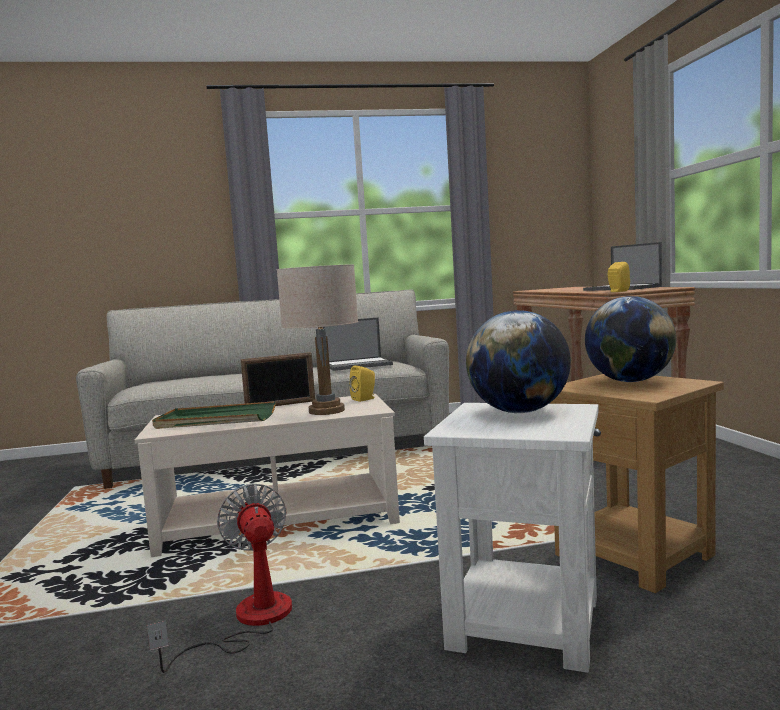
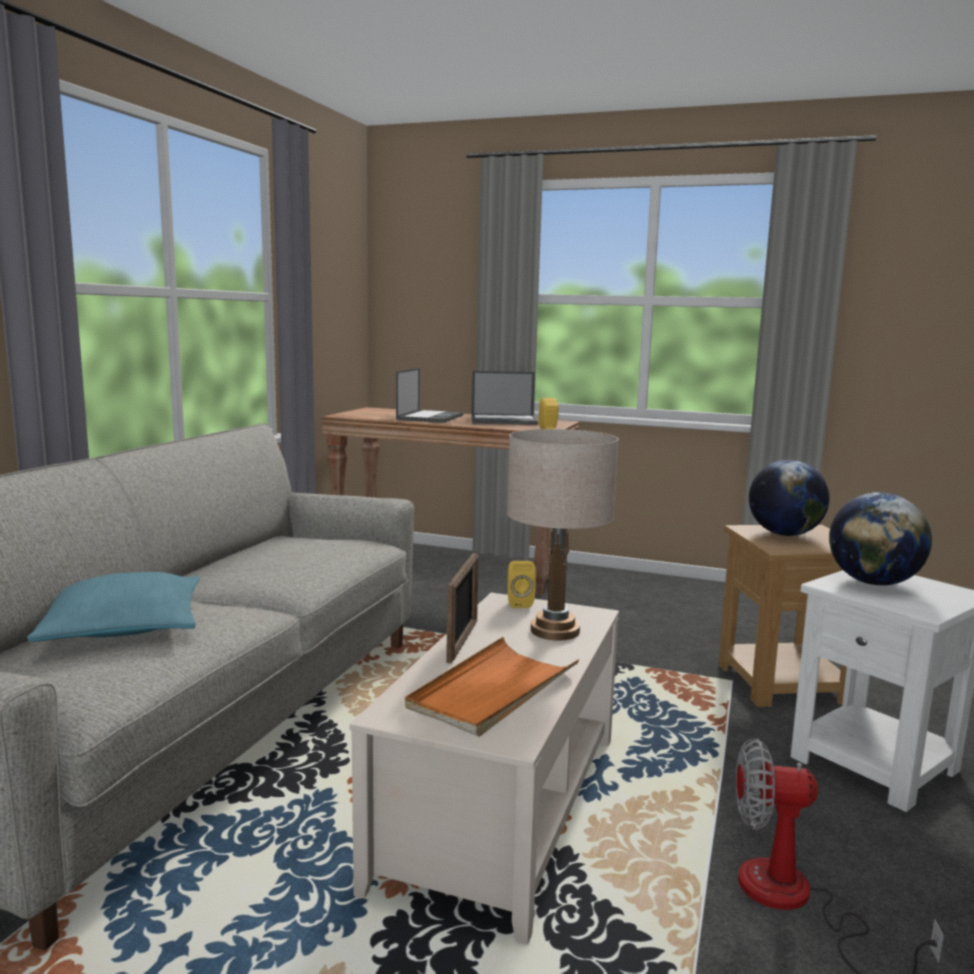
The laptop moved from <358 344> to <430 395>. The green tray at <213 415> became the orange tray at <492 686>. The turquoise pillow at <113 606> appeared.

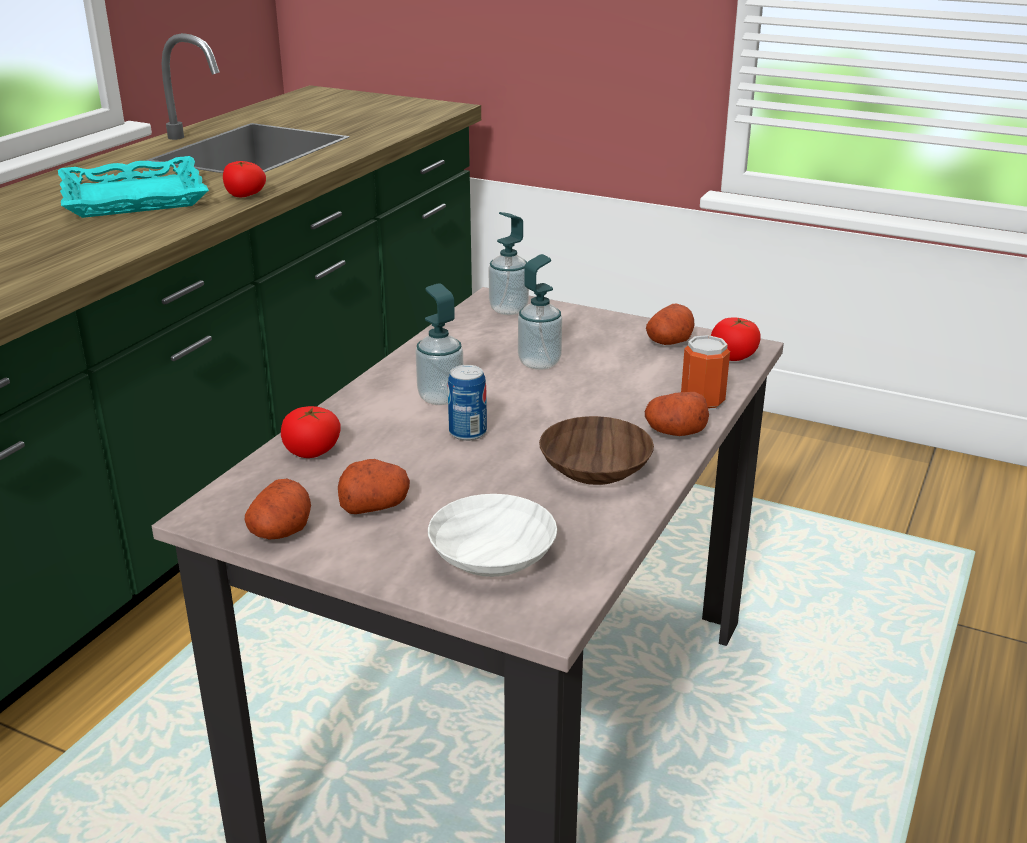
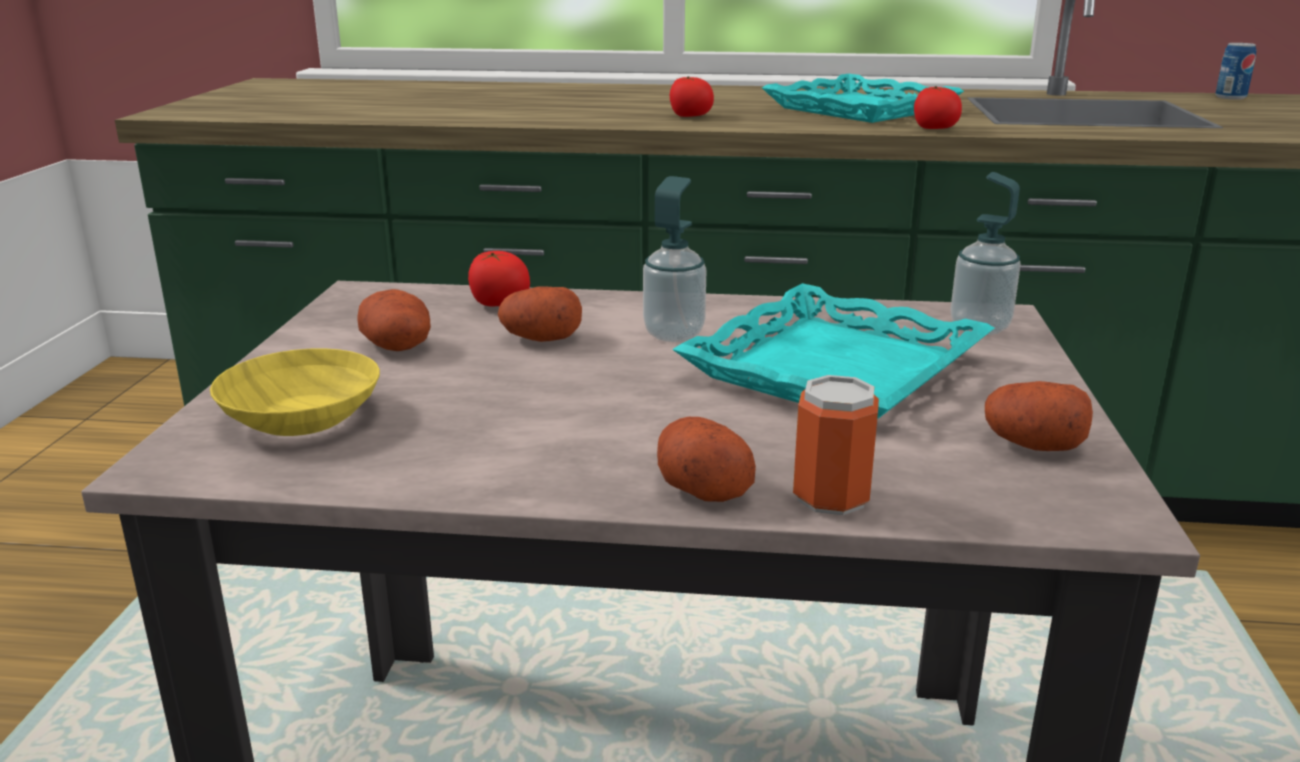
The soap dispenser at <540 312> was replaced by the turquoise tray at <833 351>. The tomato moved from <736 339> to <692 96>. The can moved from <467 403> to <1235 71>. The brown bowl at <596 450> disappeared. The potato moved from <278 509> to <540 314>. The white bowl at <492 535> became the yellow bowl at <295 392>.

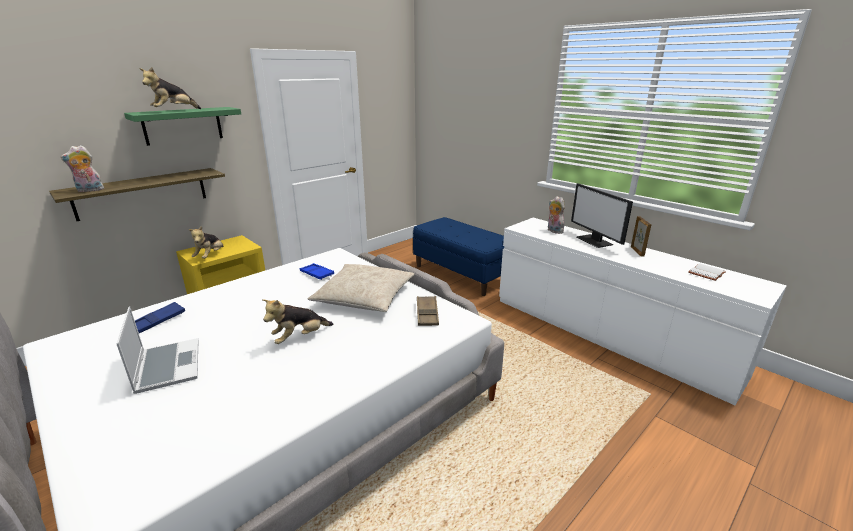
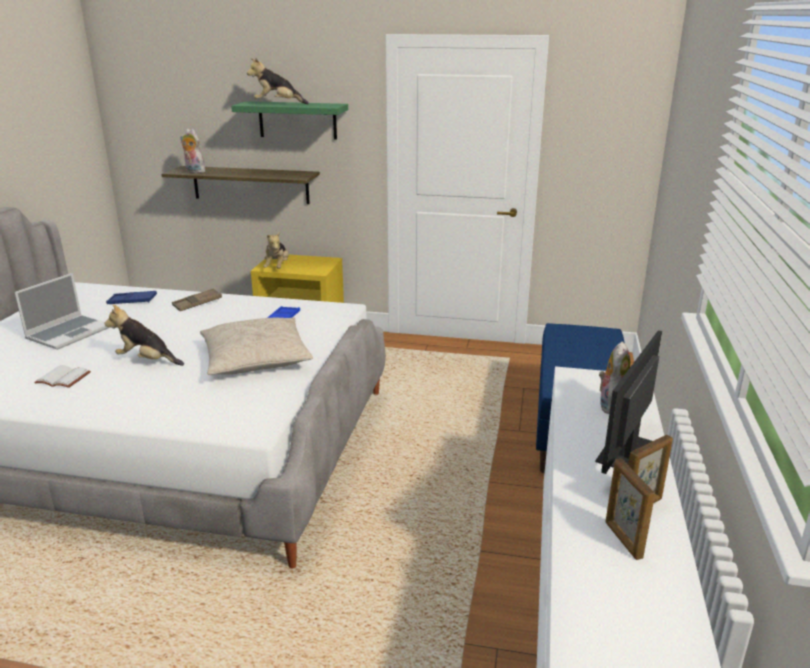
The plush toy at <206 242> turned 60 degrees counterclockwise. The white book moved from <707 272> to <62 376>. The brown tray moved from <428 311> to <197 299>. The picture frame at <630 509> appeared.

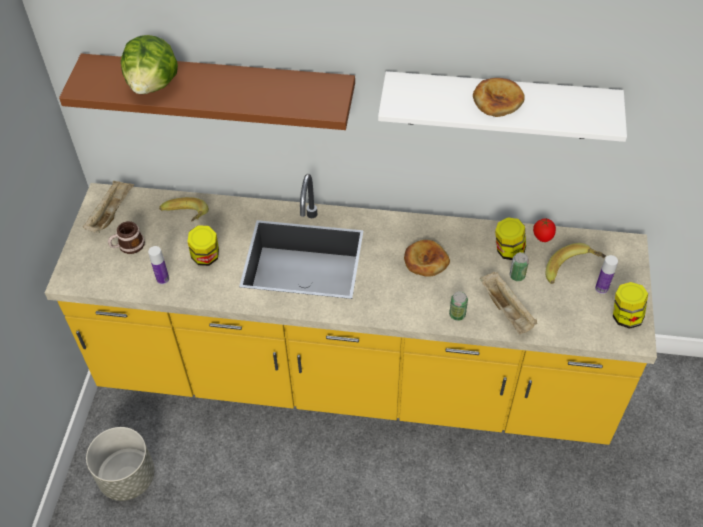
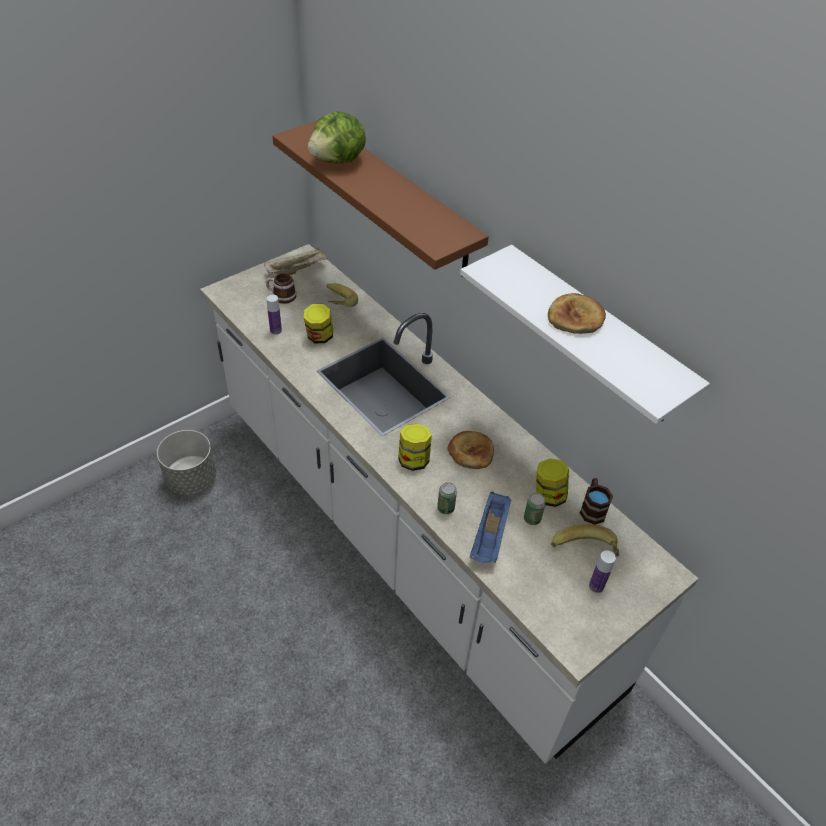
The yellow counter at <351 309> became the white counter at <449 504>. The tomato at <544 230> was replaced by the brown mug at <596 501>. The beige tray at <508 303> became the blue tray at <490 527>. The jar moved from <630 305> to <415 447>.

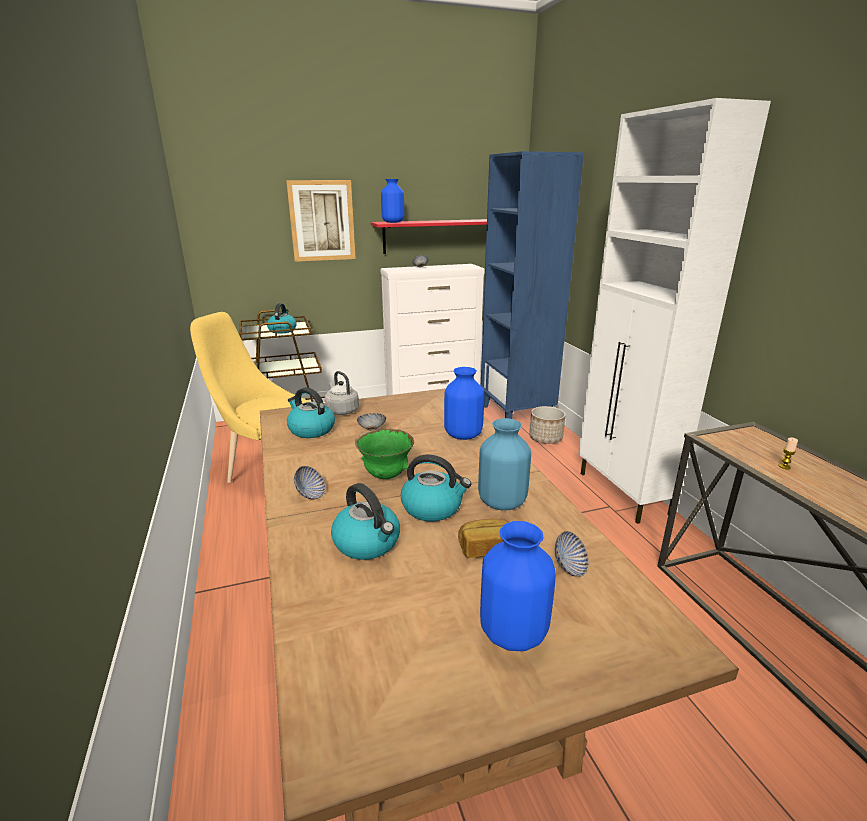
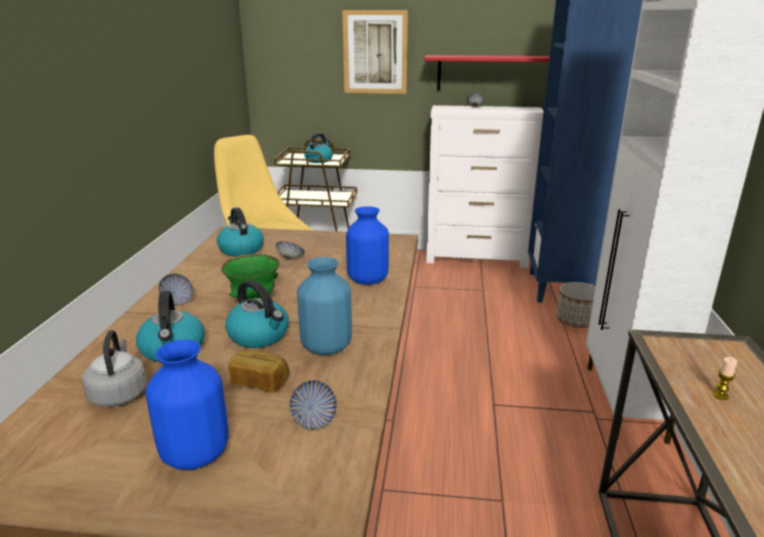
The blue vase at <392 201> disappeared. The grey kettle moved from <342 393> to <114 368>.

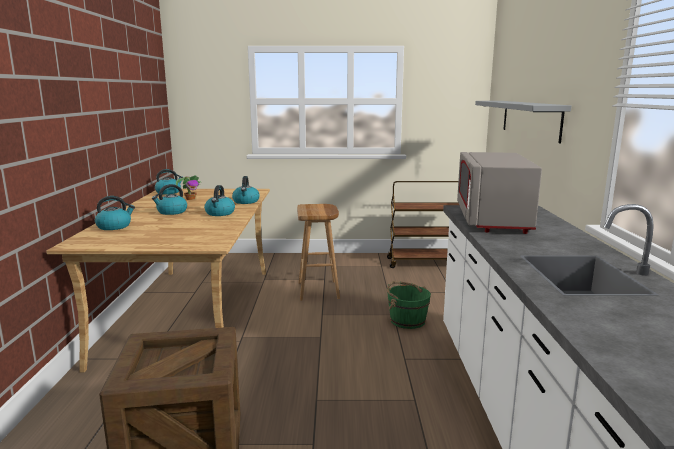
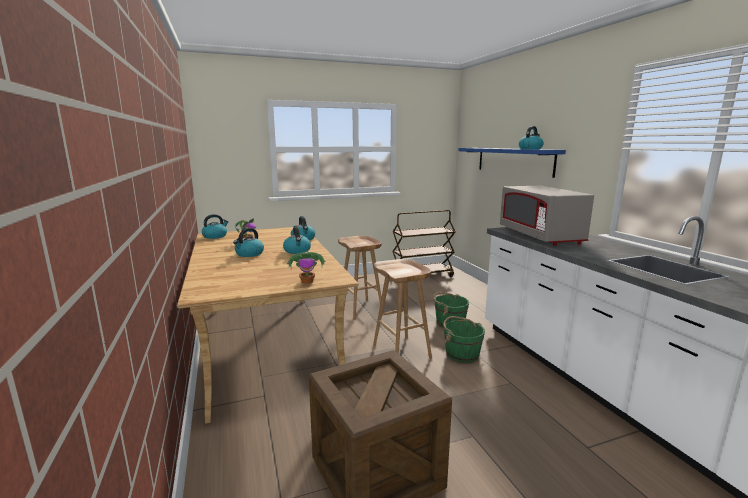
The grey shelf at <523 122> became the blue shelf at <512 163>. The kettle moved from <115 213> to <531 137>. The potted plant at <306 268> appeared. The brown stool at <402 309> appeared. The green bucket at <464 339> appeared.

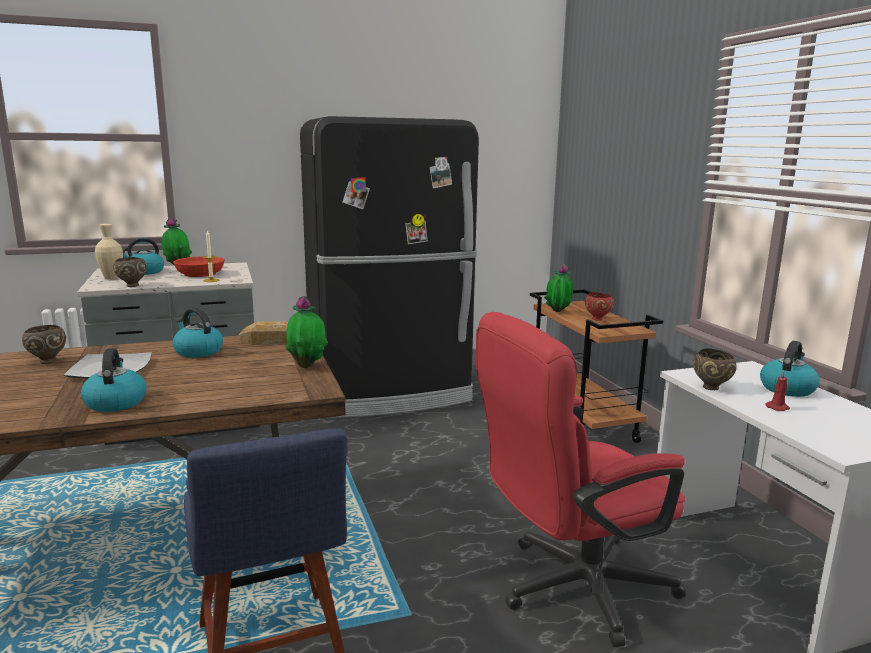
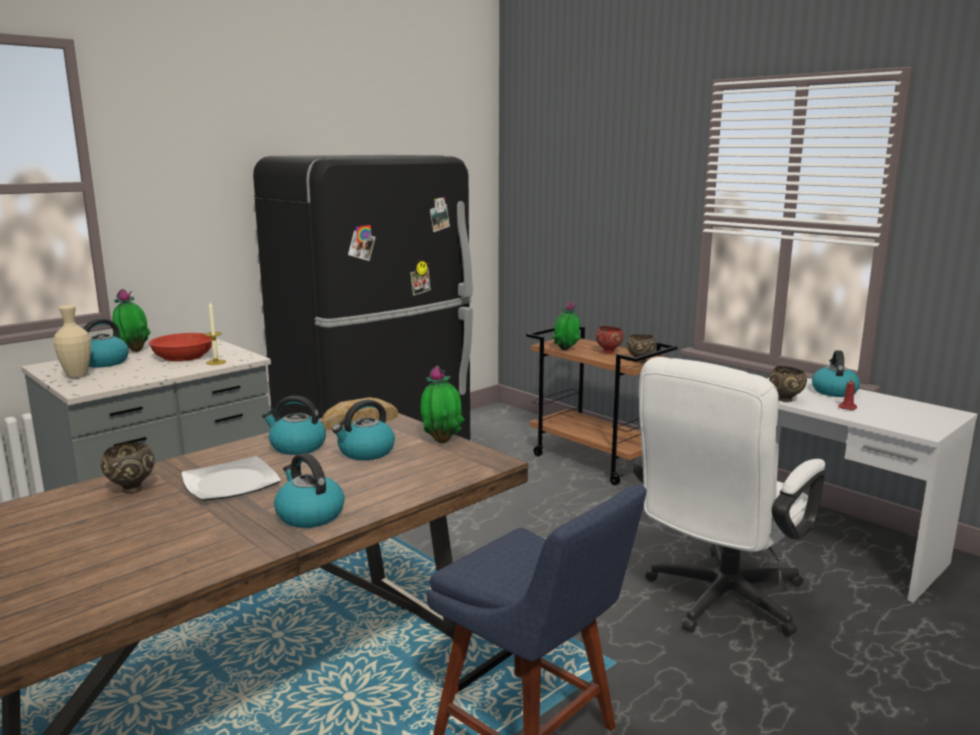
The brown bowl moved from <130 272> to <641 348>. The red office chair at <581 479> became the white office chair at <729 496>. The kettle at <363 430> appeared.

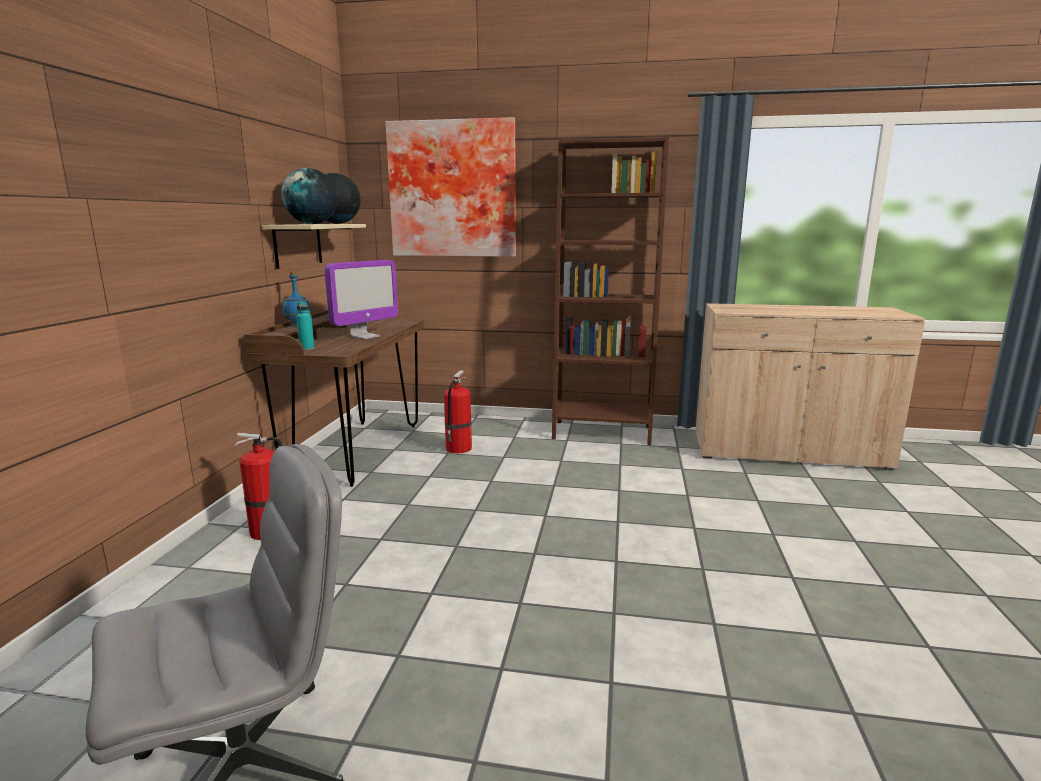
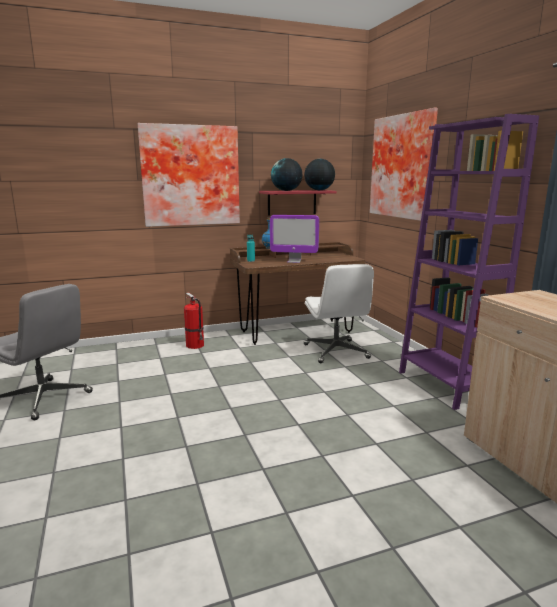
The brown bookcase at <610 290> became the purple bookcase at <469 262>. The beige shelf at <314 246> became the red shelf at <297 203>. The fire extinguisher at <458 411> was replaced by the white office chair at <339 313>. The picture at <188 175> appeared.

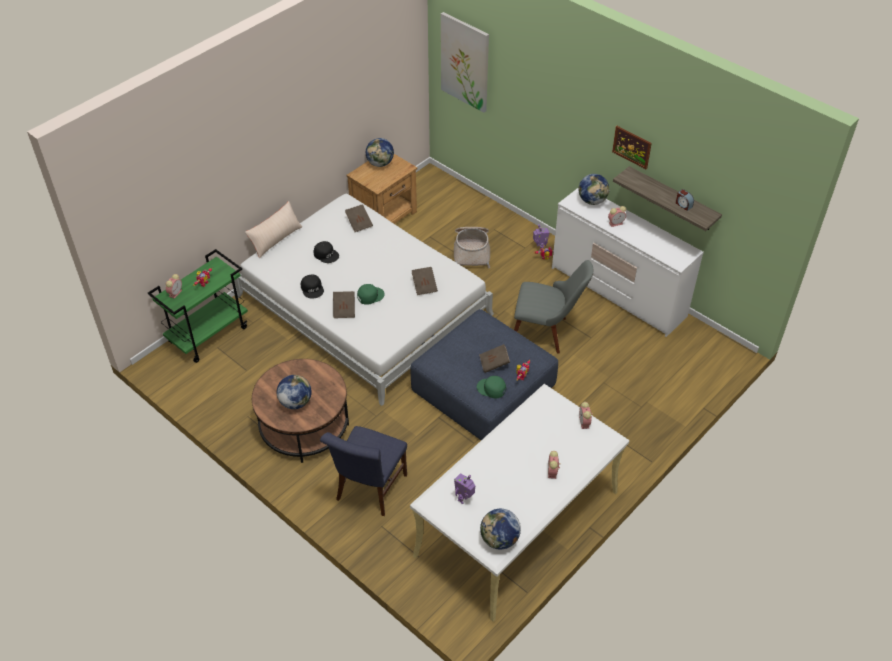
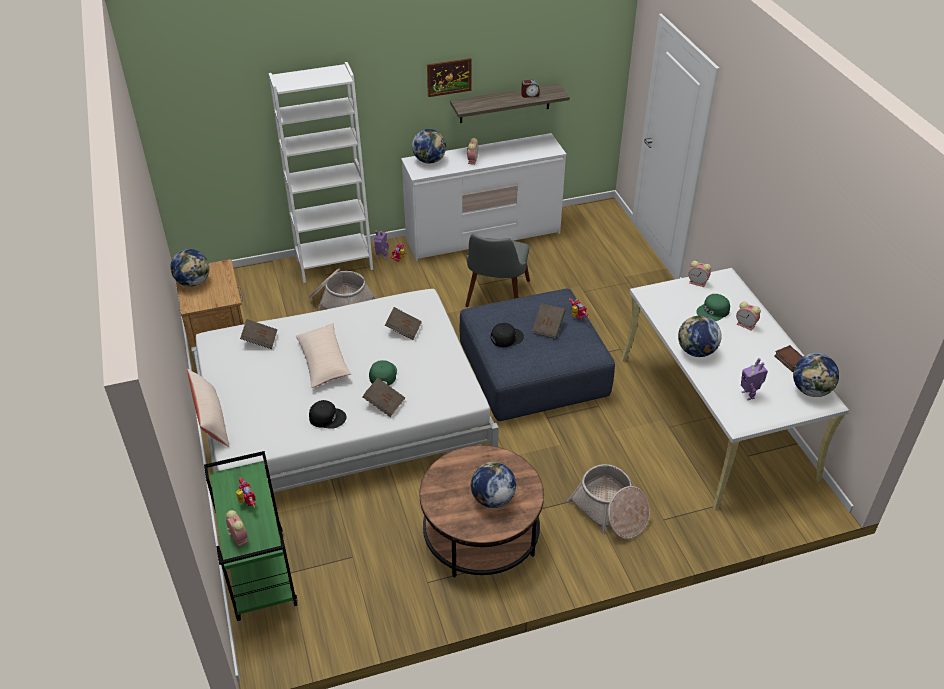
The picture at <465 62> disappeared. The black cap moved from <326 252> to <507 335>. The grey chair at <553 307> turned 150 degrees clockwise. The green cap moved from <491 387> to <713 307>. The blue chair at <363 471> was replaced by the basket at <608 501>. The white bookcase at <321 172> appeared. The globe at <700 336> appeared. The beige pillow at <323 355> appeared. The book at <788 358> appeared.

